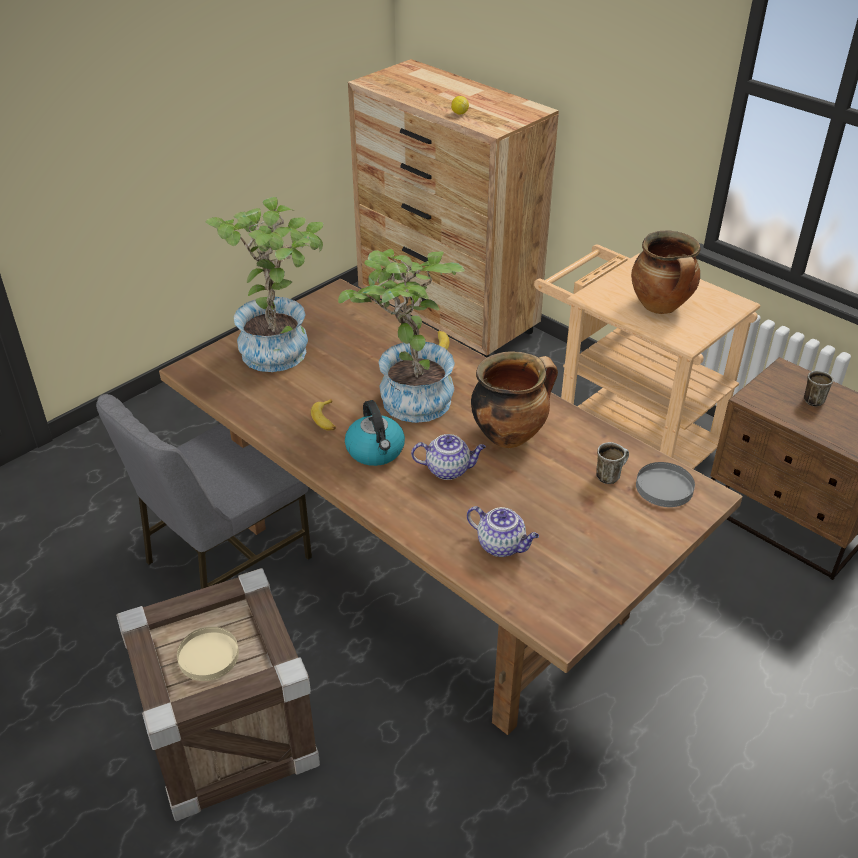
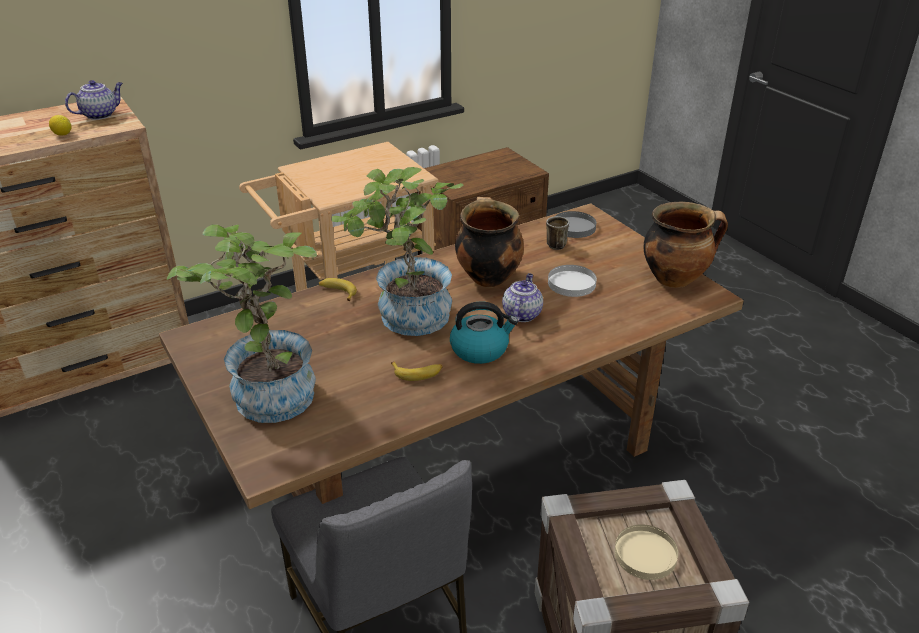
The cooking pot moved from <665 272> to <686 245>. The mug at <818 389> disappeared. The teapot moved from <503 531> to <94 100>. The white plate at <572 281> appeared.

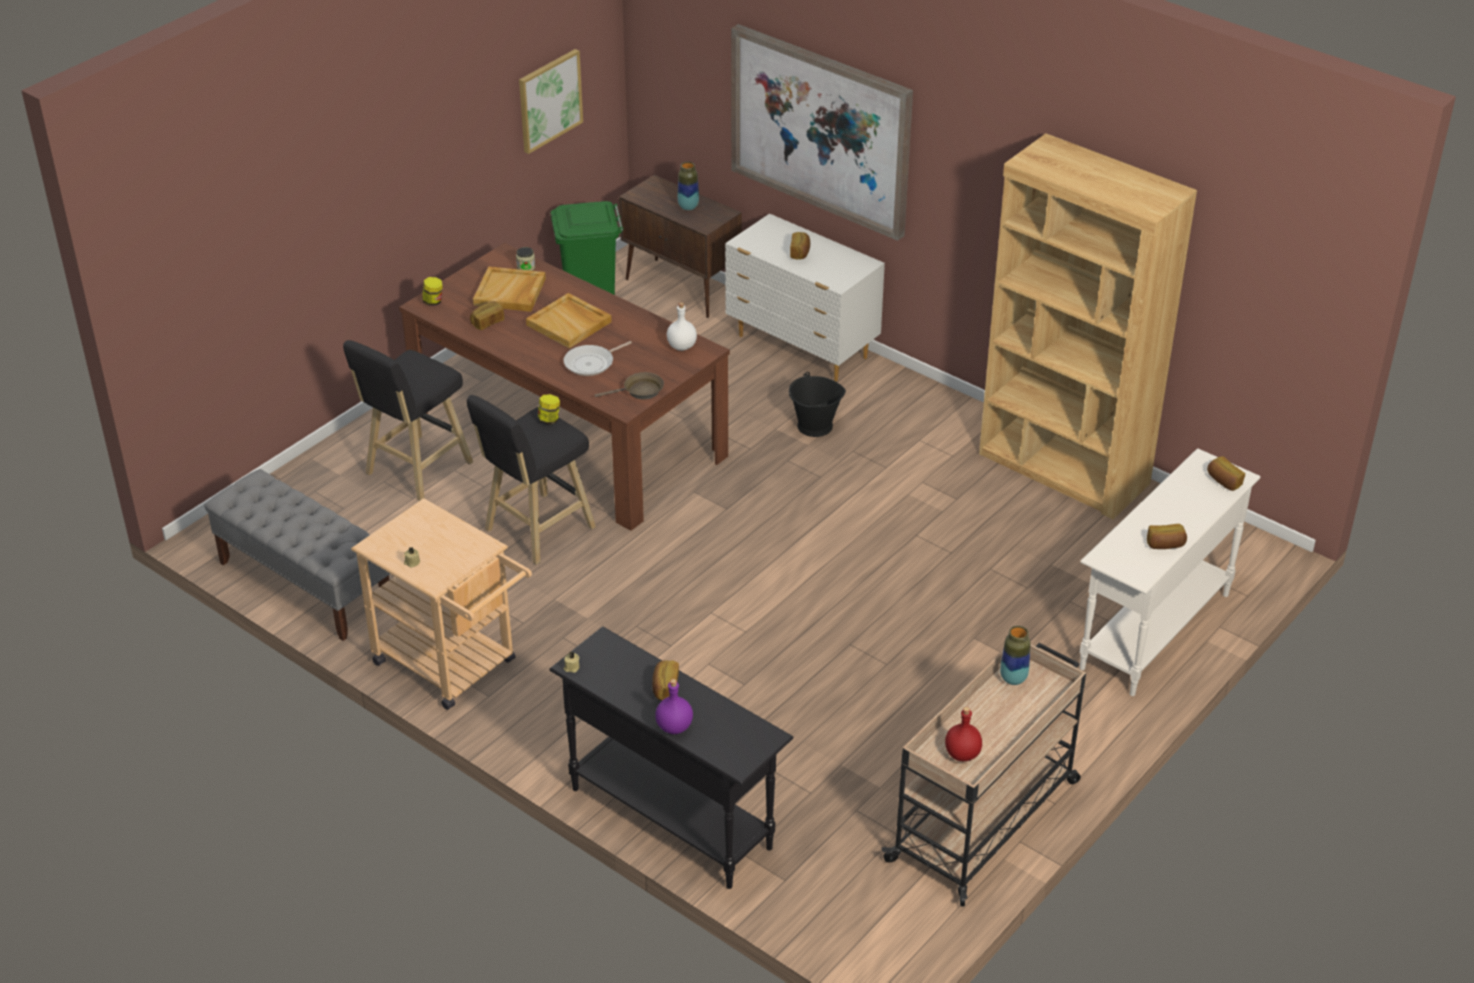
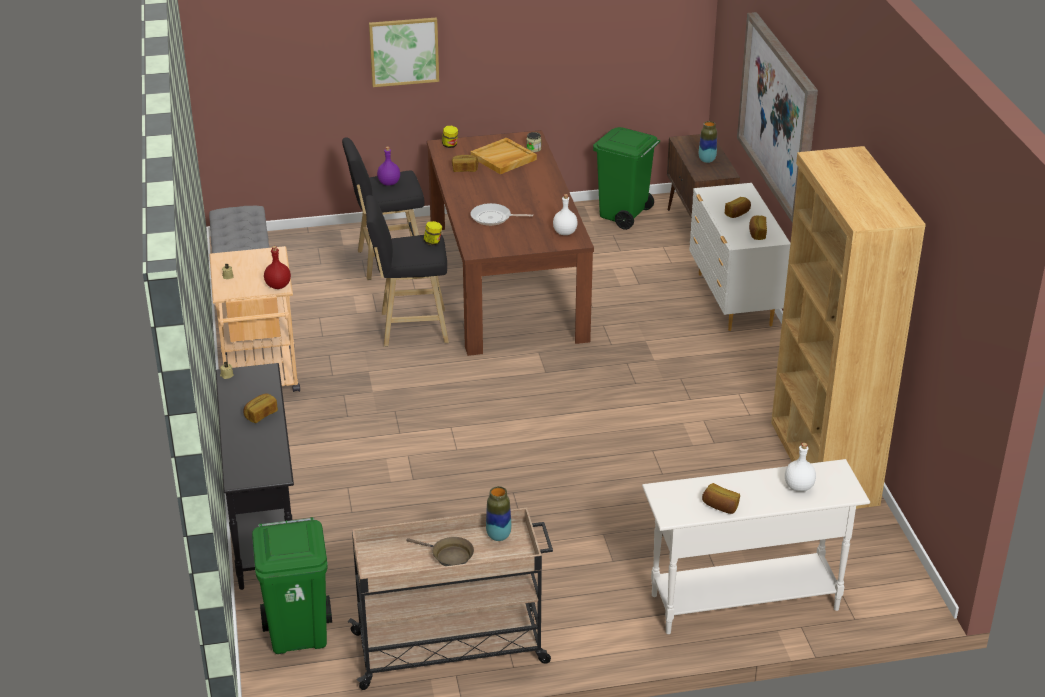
The picture moved from <551 101> to <404 52>. The beige tray at <569 321> disappeared. The brown frying pan moved from <629 385> to <440 551>. The black bucket at <817 404> disappeared. The bread moved from <1226 473> to <758 228>. The purple bottle moved from <674 706> to <388 165>. The red bottle moved from <963 734> to <277 267>. The white bottle at <800 467> appeared. The green trash can at <292 585> appeared.

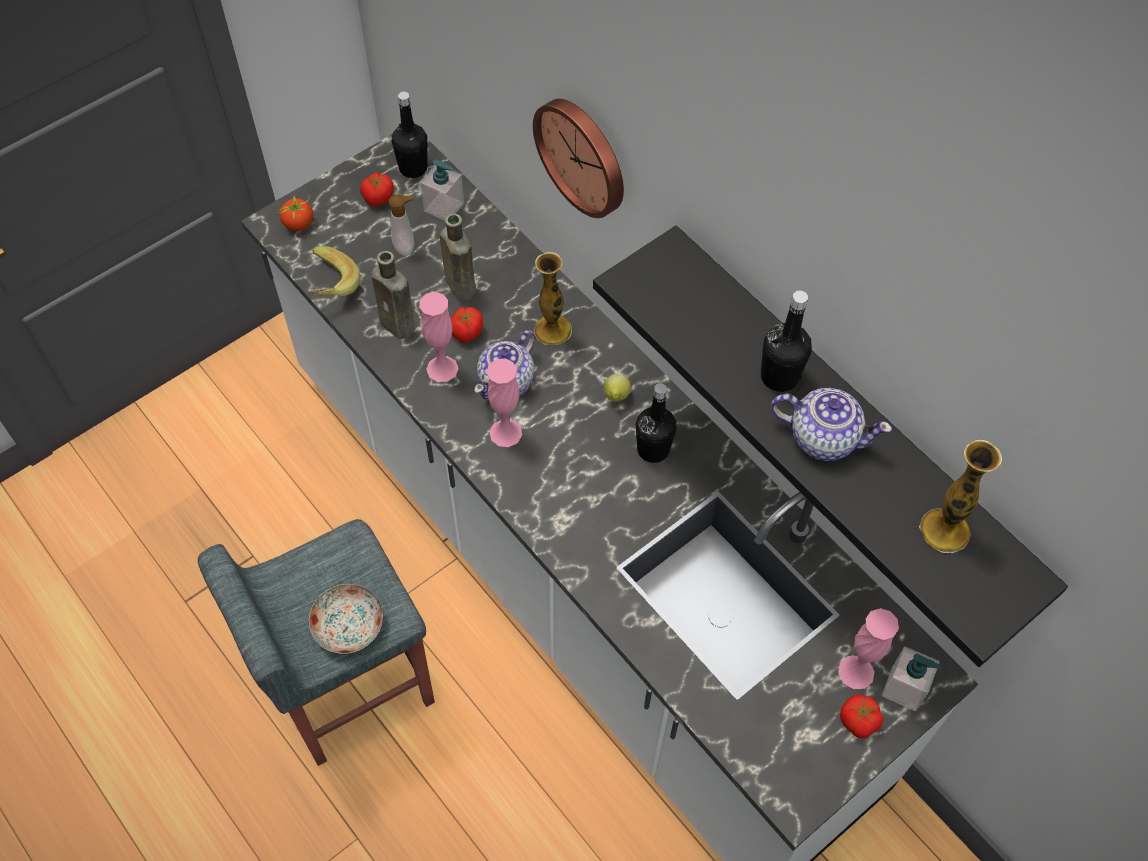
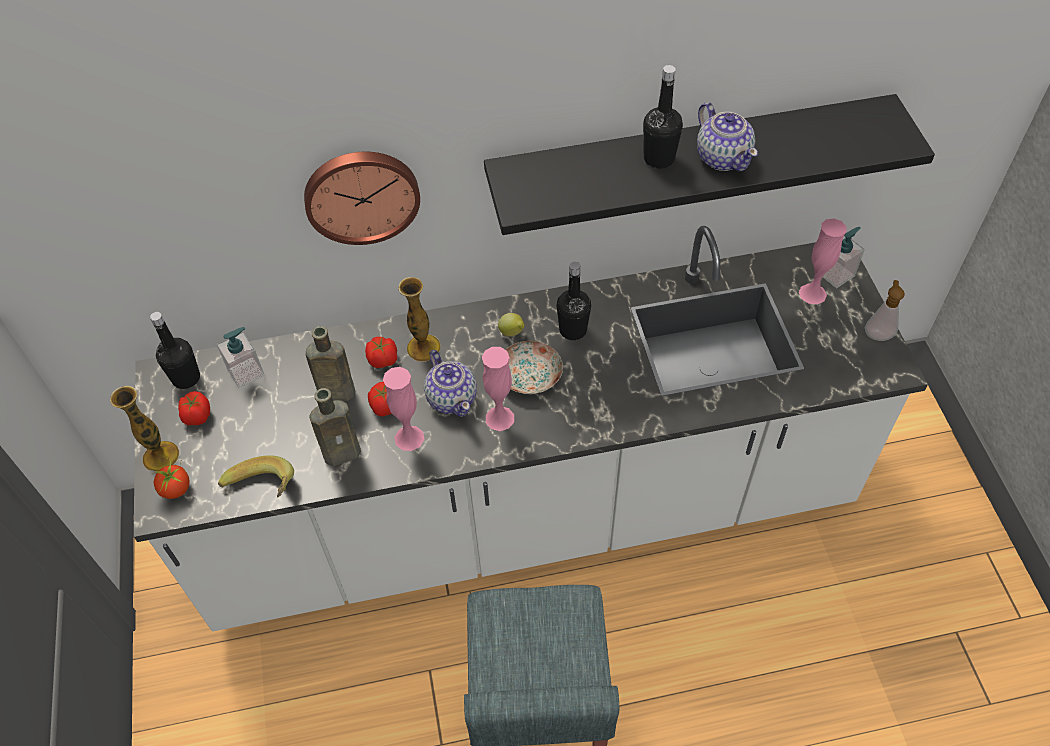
The soap dispenser moved from <402 225> to <885 310>. The teapot at <831 424> turned 105 degrees clockwise. The vase moved from <960 496> to <145 428>. The plate moved from <346 619> to <534 367>. The tomato moved from <862 716> to <381 352>.

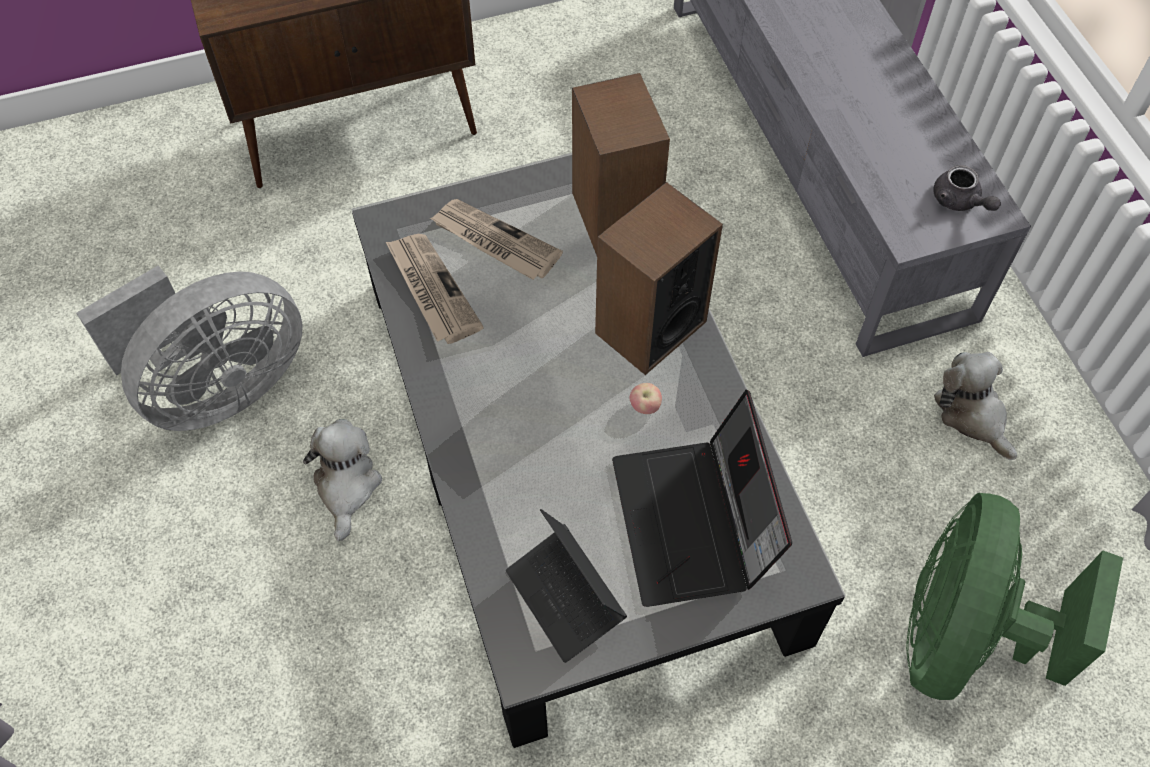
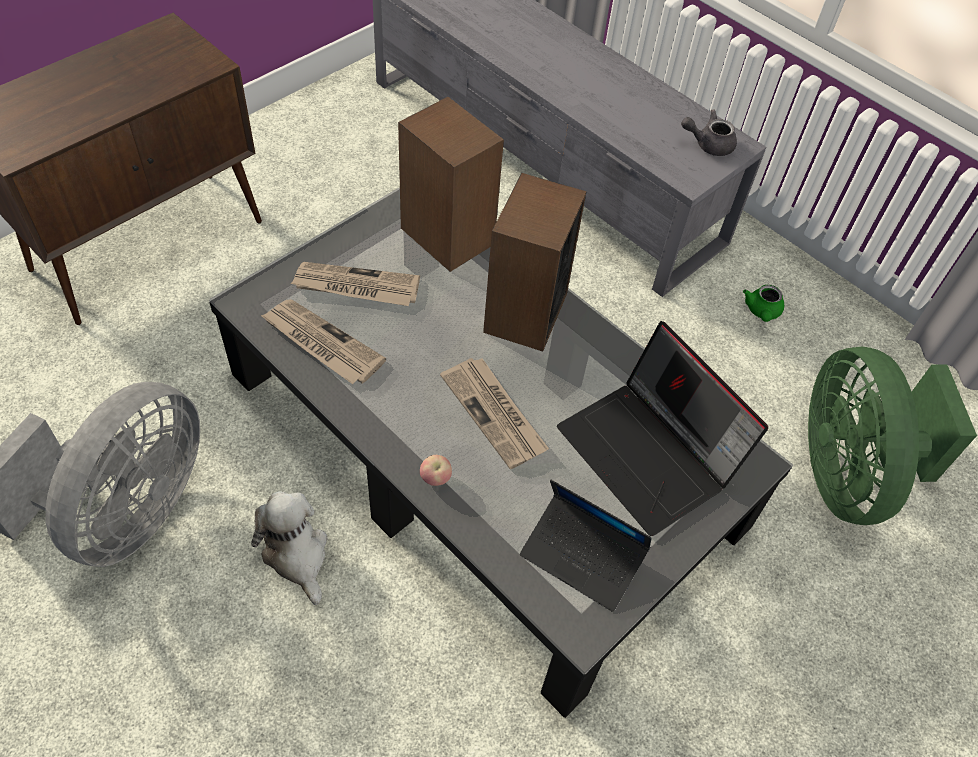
The grey teapot at <967 188> turned 150 degrees clockwise. The plush toy at <975 406> was replaced by the green teapot at <763 303>. The apple moved from <646 398> to <436 470>. The newspaper at <494 413> appeared.

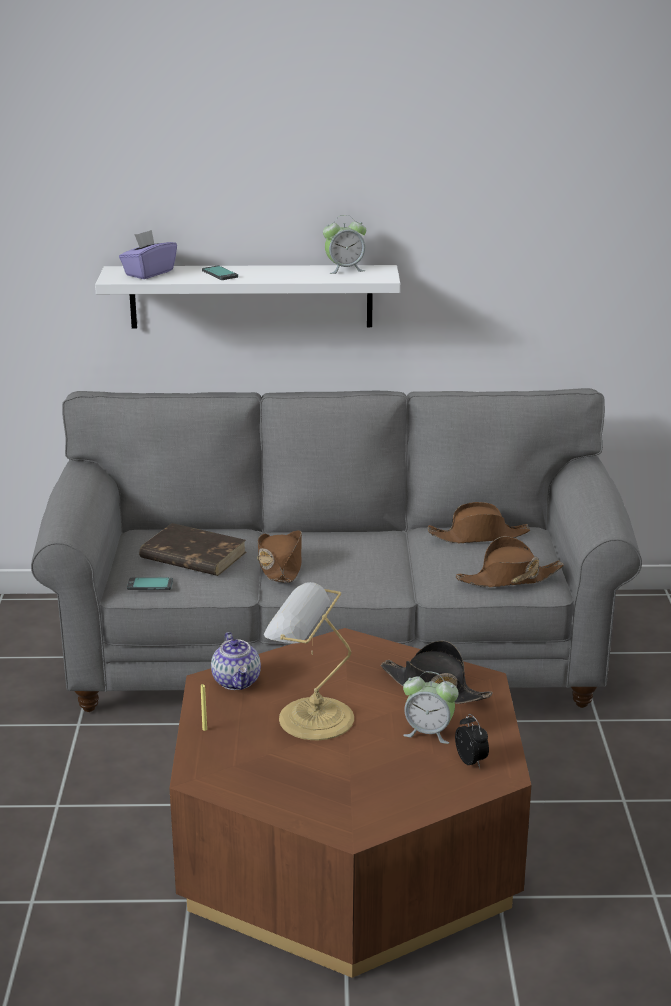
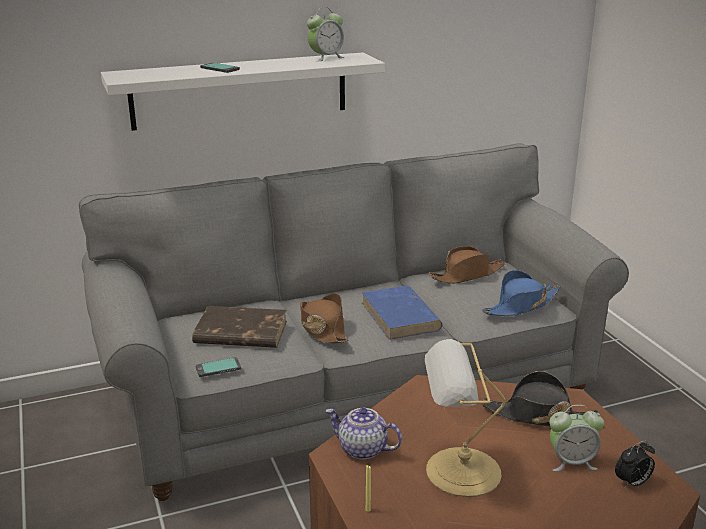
The purple tissue box at <148 254> disappeared. The brown hat at <510 561> became the blue hat at <521 293>. The teapot at <236 661> turned 150 degrees clockwise. The alarm clock at <472 741> turned 105 degrees clockwise. The blue book at <402 313> appeared.

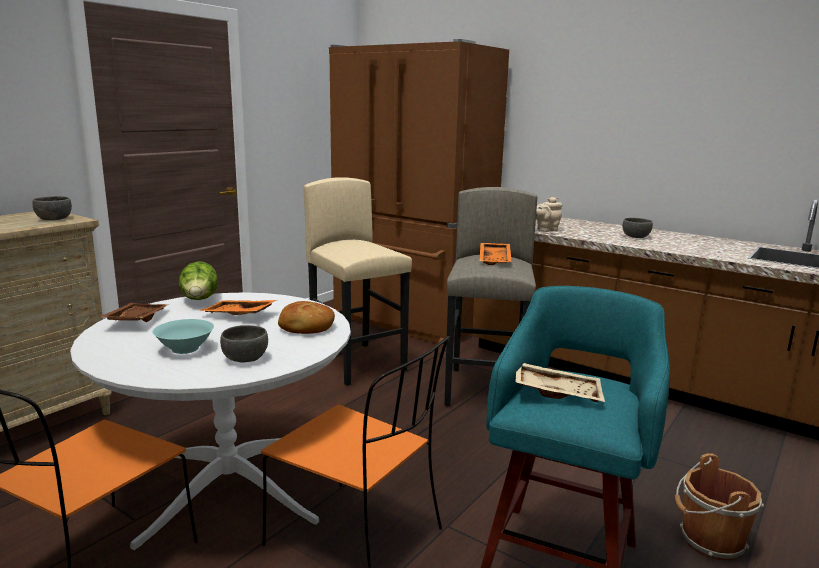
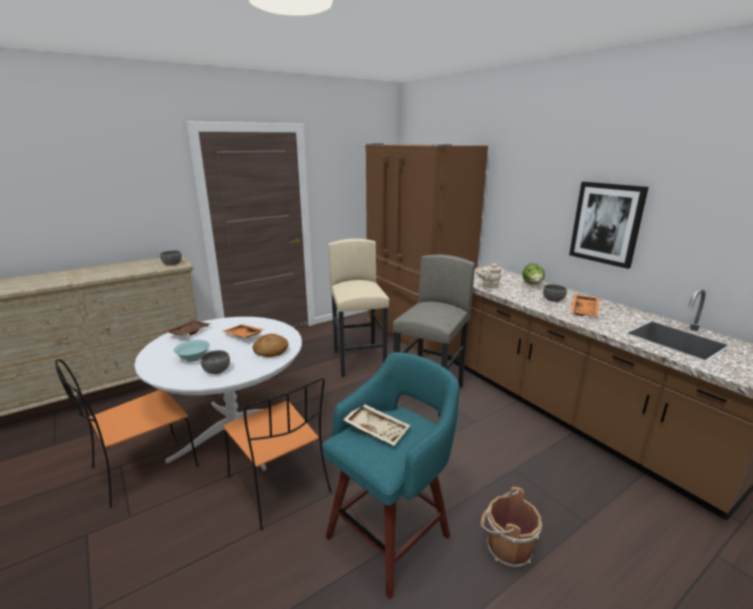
The orange tray moved from <495 254> to <585 305>. The lettuce moved from <198 280> to <533 273>. The picture at <609 225> appeared.

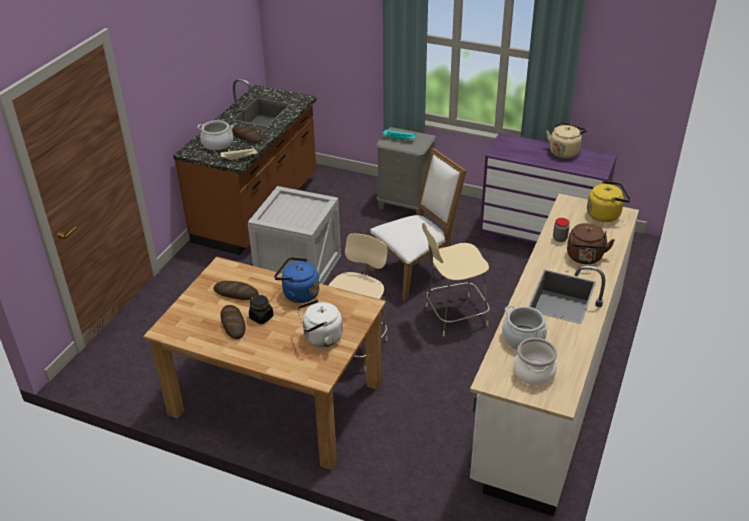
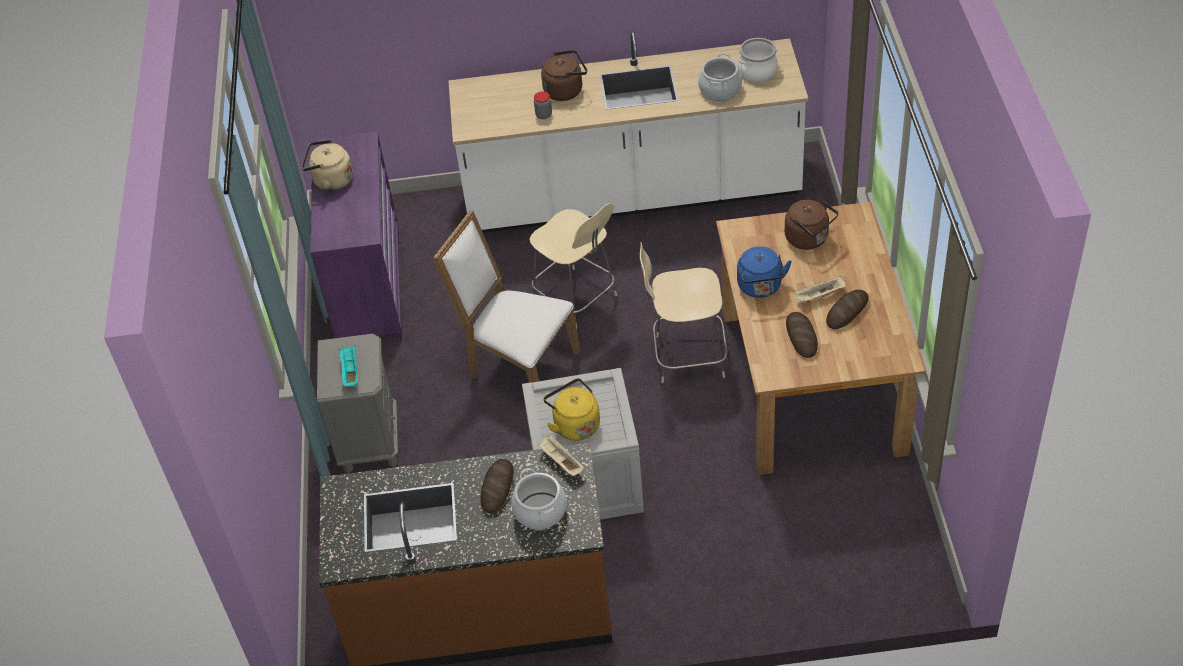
The yellow kettle moved from <609 201> to <571 409>. The black jar at <261 309> was replaced by the beige tray at <819 289>. The white kettle at <320 323> became the brown kettle at <811 224>.

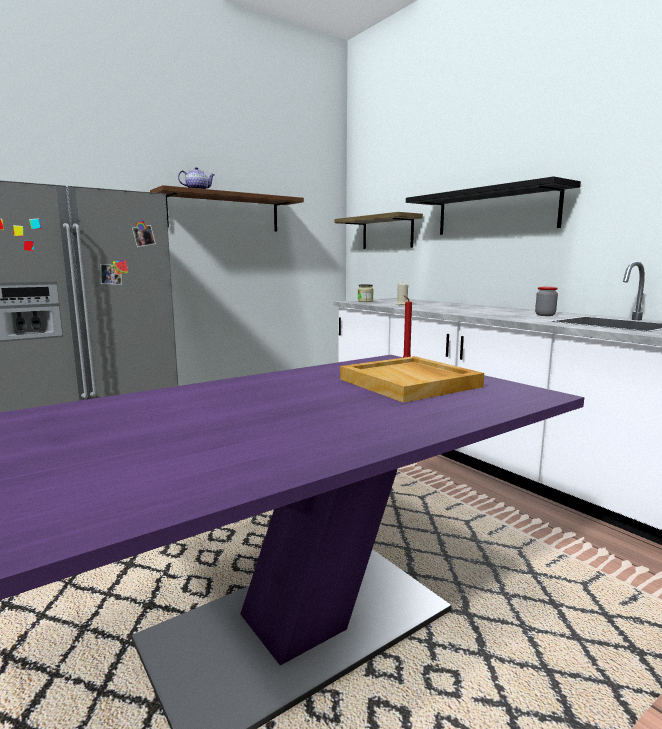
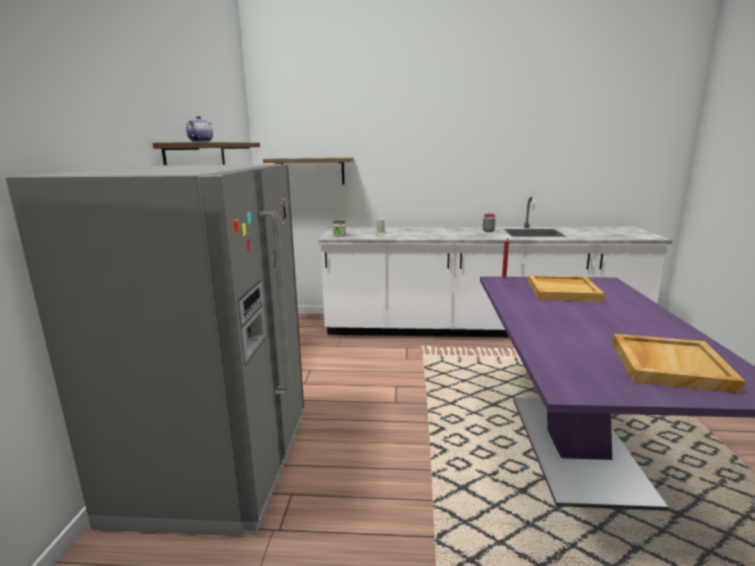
The black shelf at <493 205> disappeared. The beige tray at <679 364> appeared.

